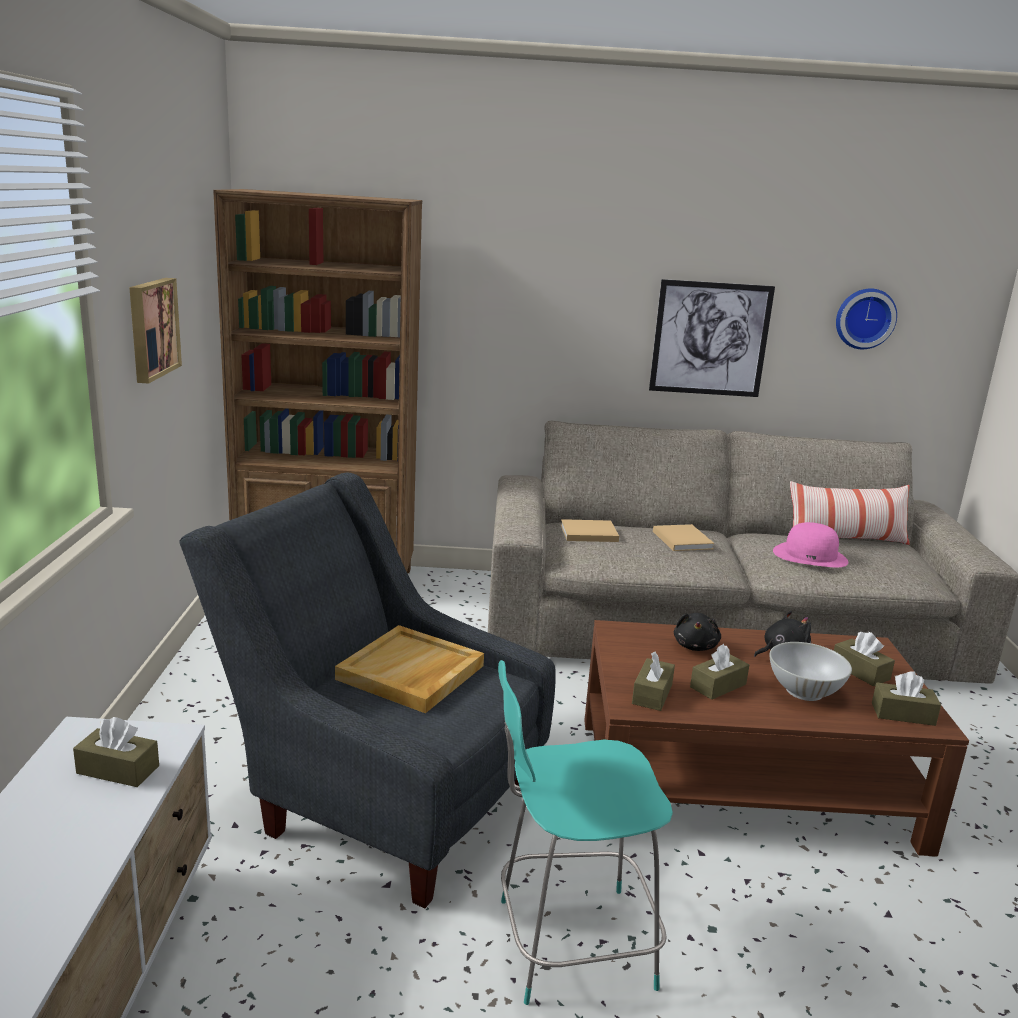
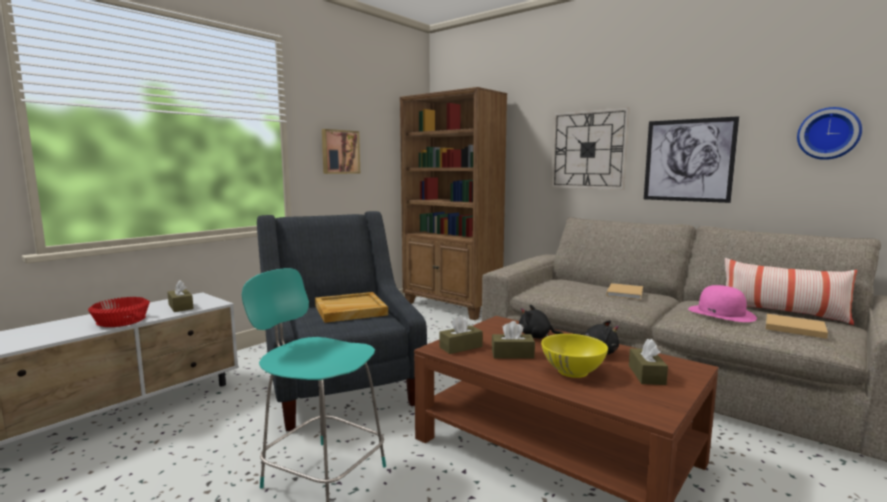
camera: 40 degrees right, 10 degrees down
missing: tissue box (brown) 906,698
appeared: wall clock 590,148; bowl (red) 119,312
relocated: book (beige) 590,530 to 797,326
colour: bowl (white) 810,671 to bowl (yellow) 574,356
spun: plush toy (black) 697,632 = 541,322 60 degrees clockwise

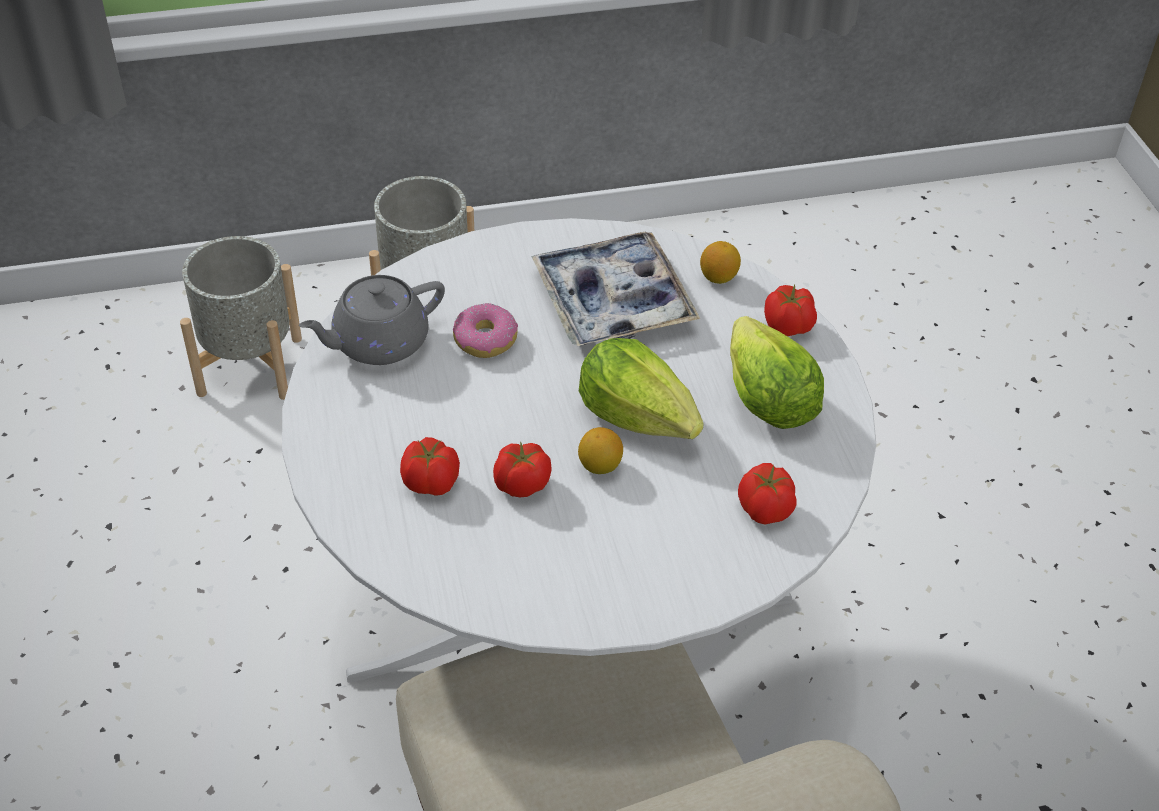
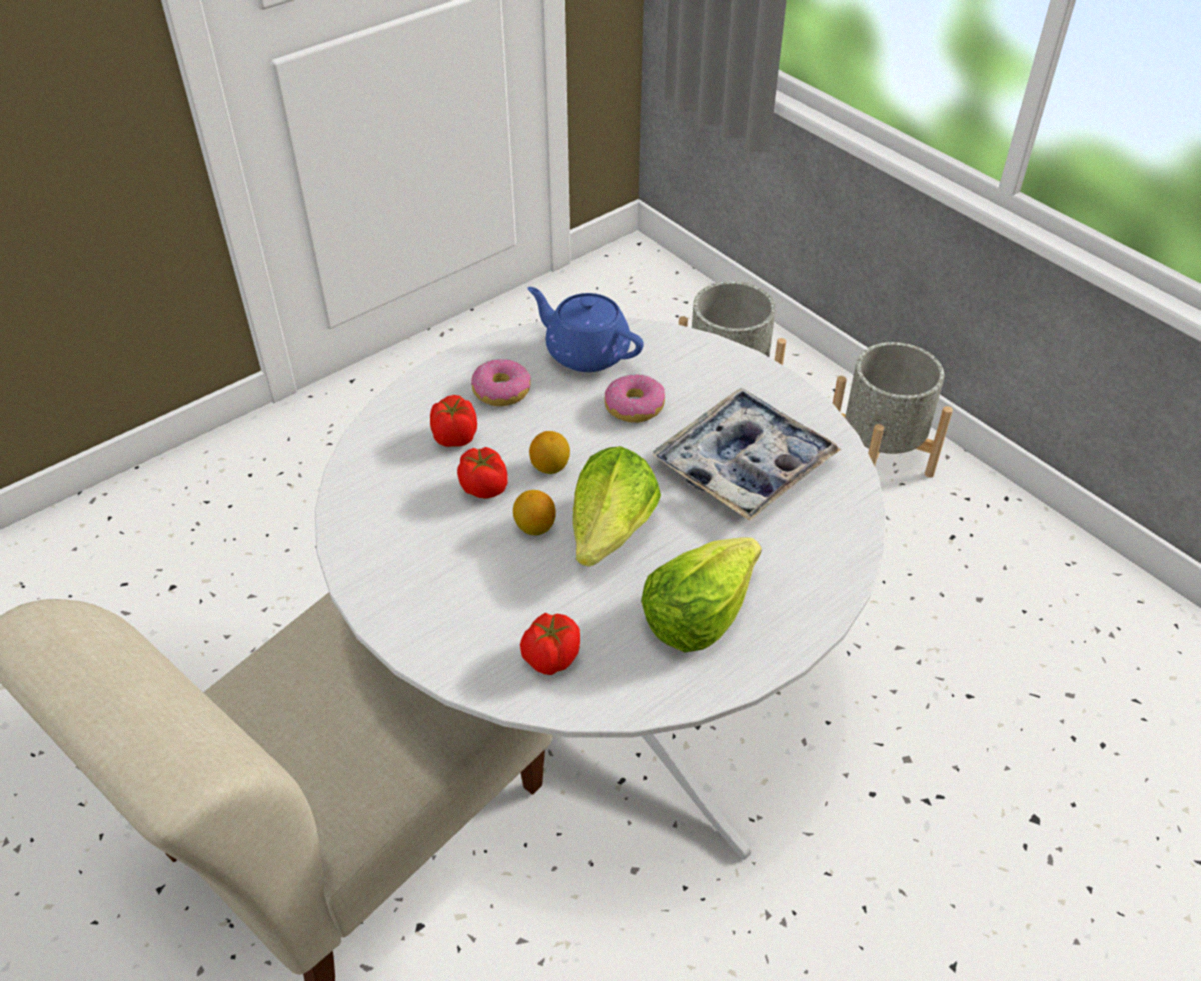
camera: 65 degrees right, 0 degrees up
missing: tomato 790,310
appeared: donut 501,382
relocated: lemon 720,262 to 549,452
colour: teapot (grey) 372,320 to teapot (blue) 586,329

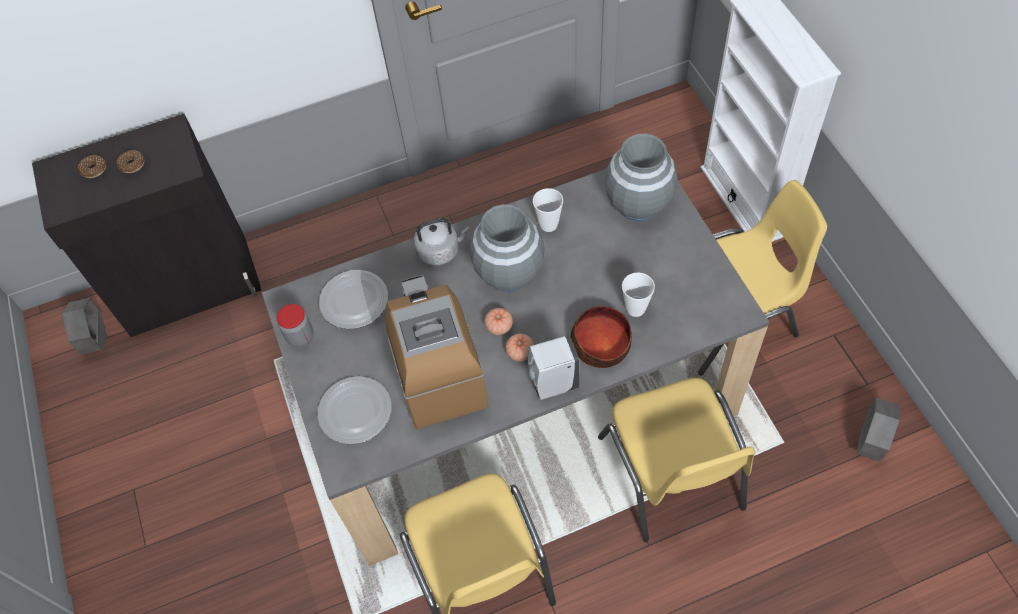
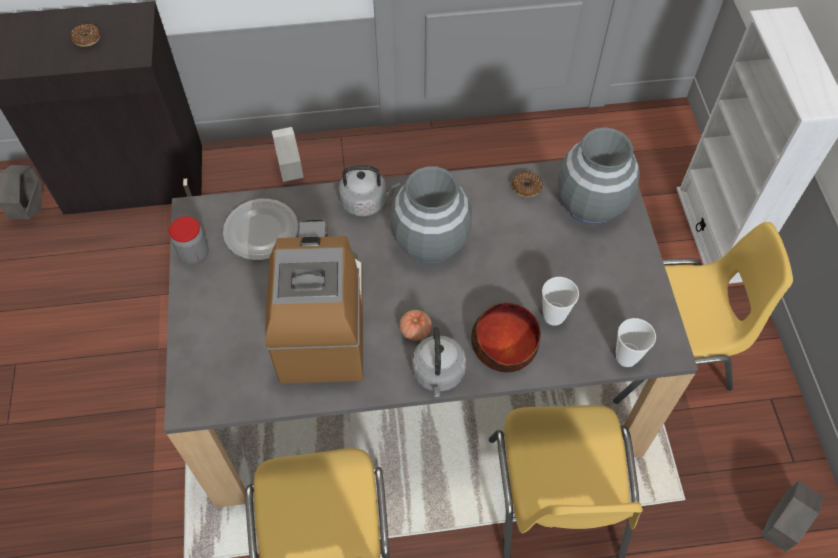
camera: 10 degrees right, 0 degrees up
missing: tomato 498,321; plate 355,410
appeared: planter (white) 288,154
relocated: donut 92,166 to 527,184; cup 548,210 to 636,342
exchanged: soap dispenser (white) 553,367 to kettle (grey) 439,362

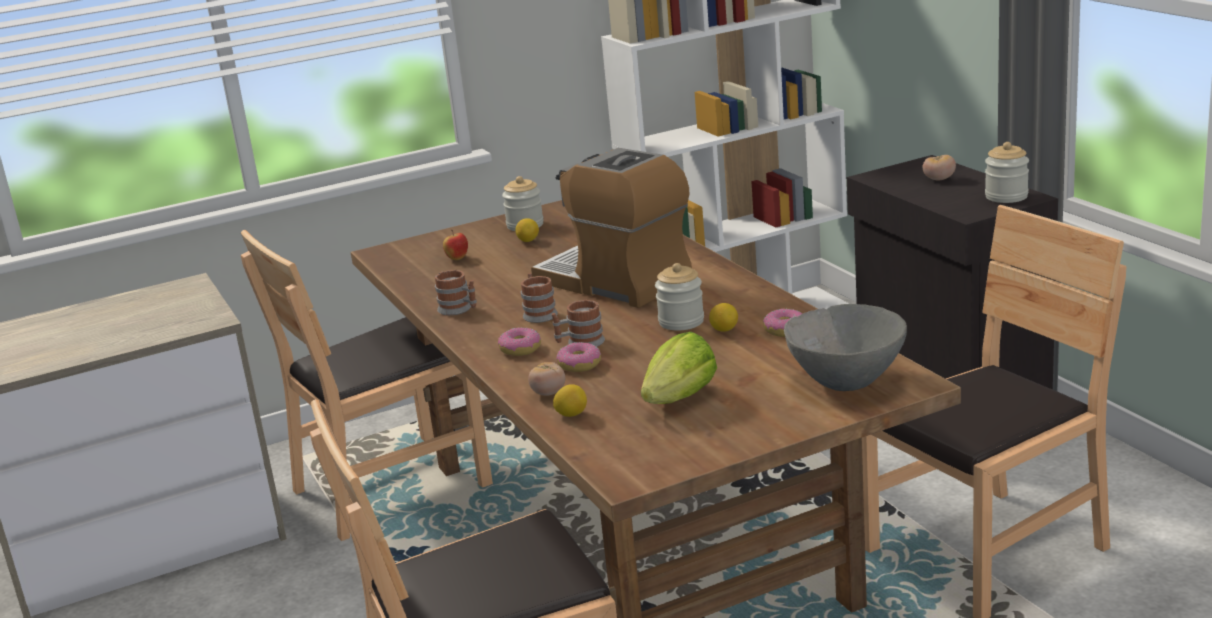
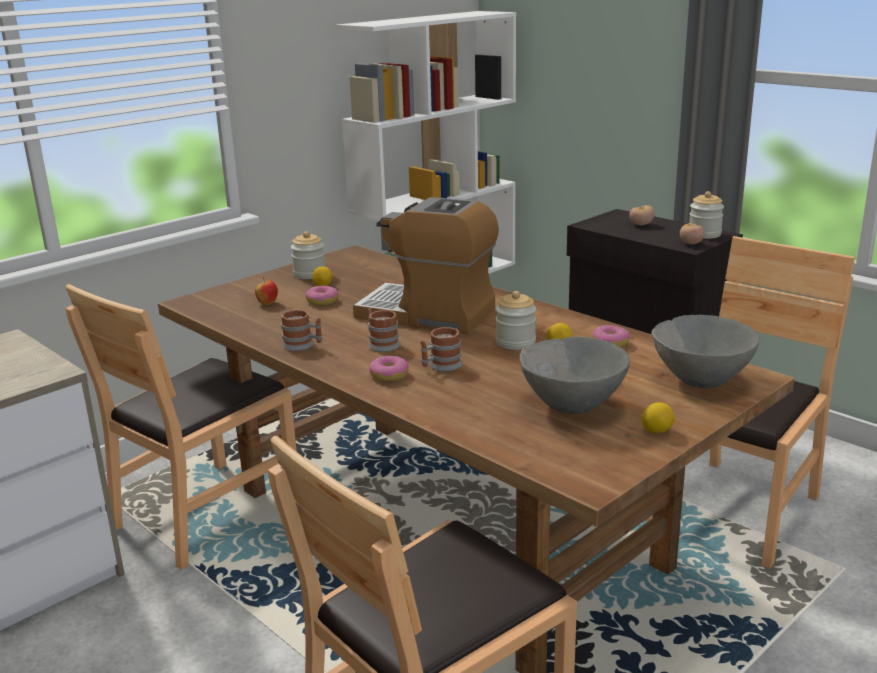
camera: 20 degrees left, 0 degrees up
relocated: donut 579,357 to 322,295; tomato 546,379 to 692,234; lemon 570,400 to 658,417
exchanged: lettuce 679,368 to bowl (grey) 575,375

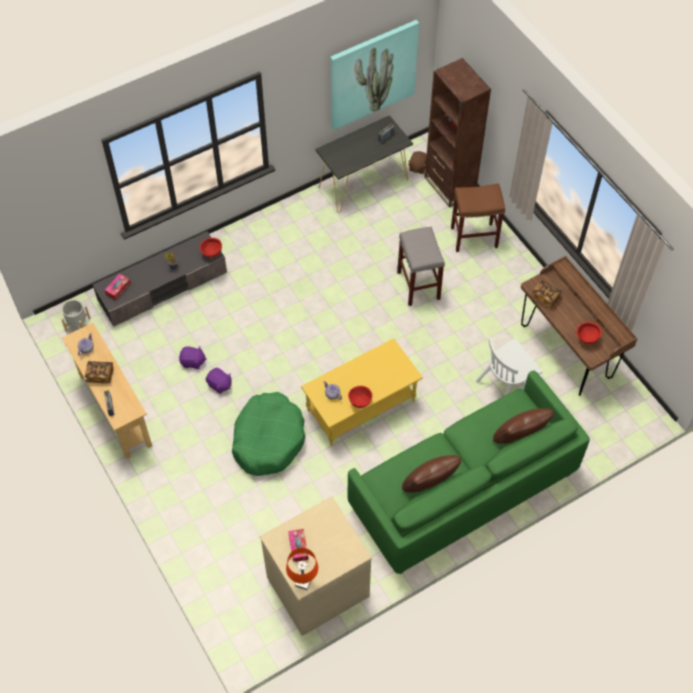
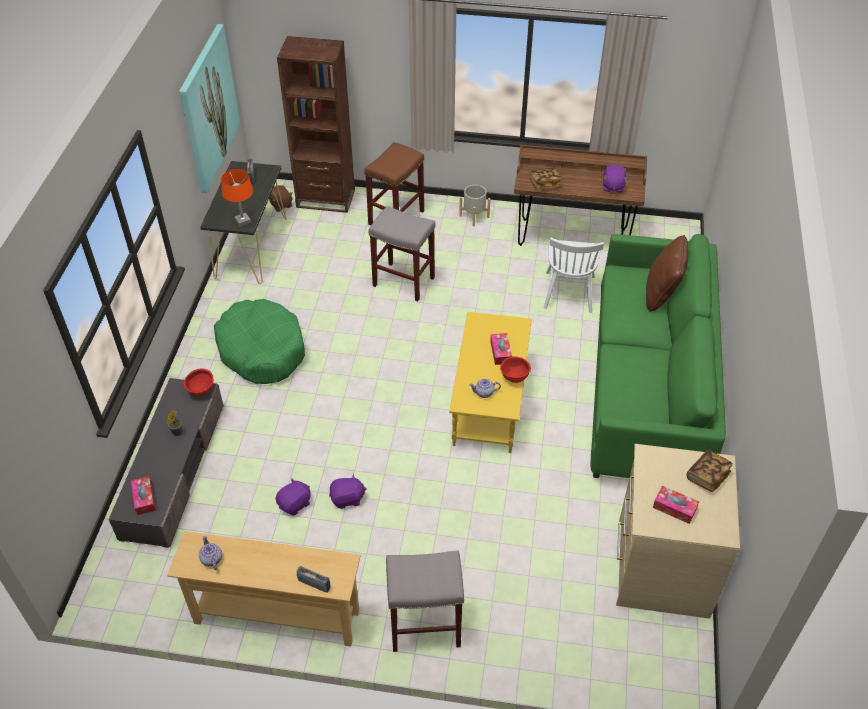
camera: 50 degrees left, 10 degrees down
missing: pillow (brown) 431,474
appeared: tissue box 501,349; stool (grey) 425,601
relocated: planter (grey) 75,316 to 474,205; book 99,372 to 710,471; dog bed (green) 268,434 to 259,341; table lamp (orange) 302,569 to 237,198
exchanged: bowl (red) 589,333 to plush toy (purple) 615,179

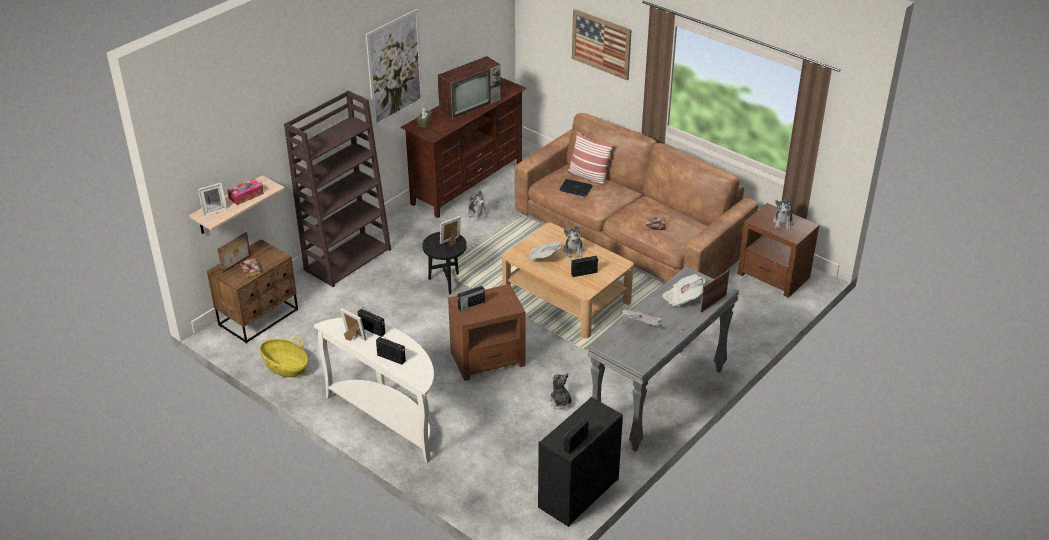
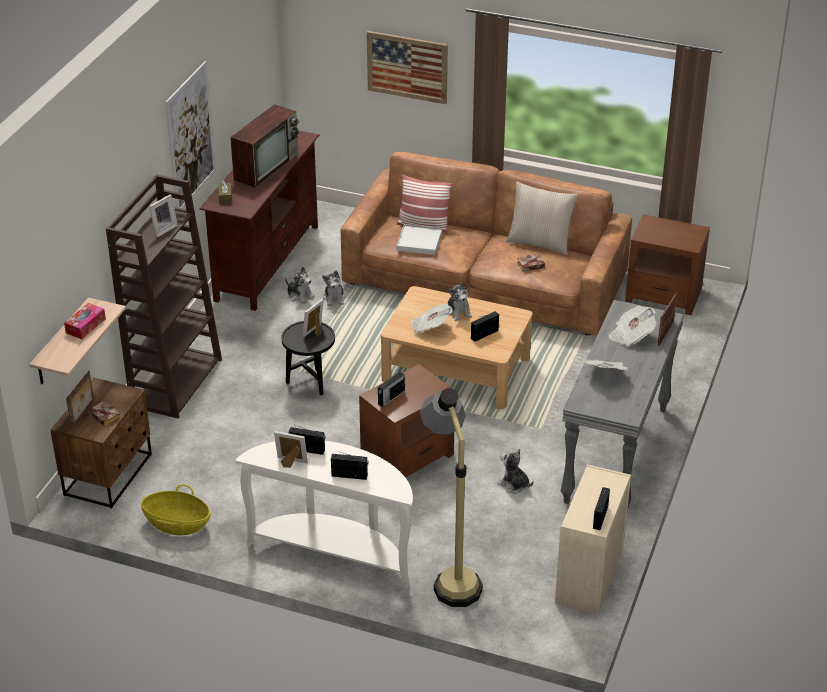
camera: 20 degrees left, 0 degrees up
appeared: pillow (beige) 542,218; floor lamp 451,497
relocated: picture frame 213,199 to 163,215; plush toy 783,214 to 334,288
exchanged: laptop 575,188 to tray (white) 419,239
colour: dresser (black) 580,462 to dresser (beige) 593,539

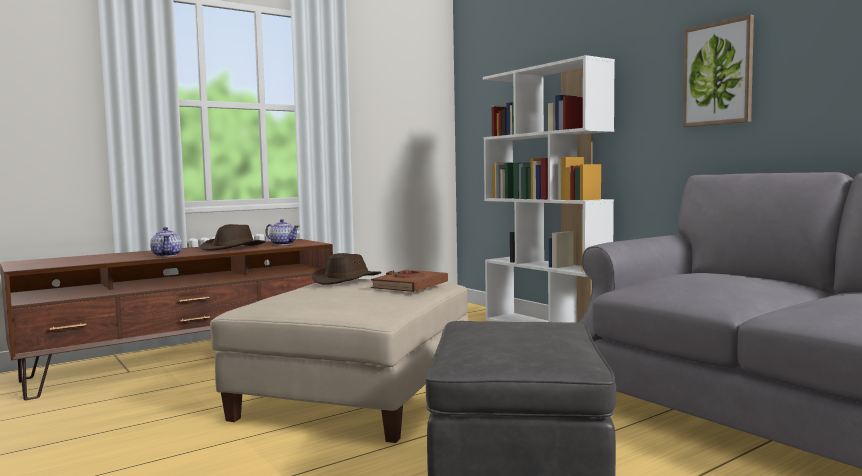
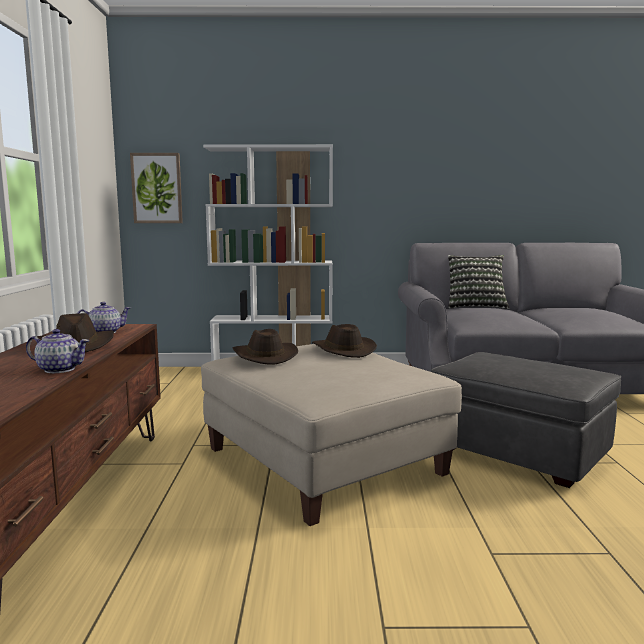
camera: 55 degrees left, 5 degrees up
appeared: pillow 478,282
relocated: picture 718,70 to 156,188
exchanged: book (brown) 409,281 to hat (brown) 344,341

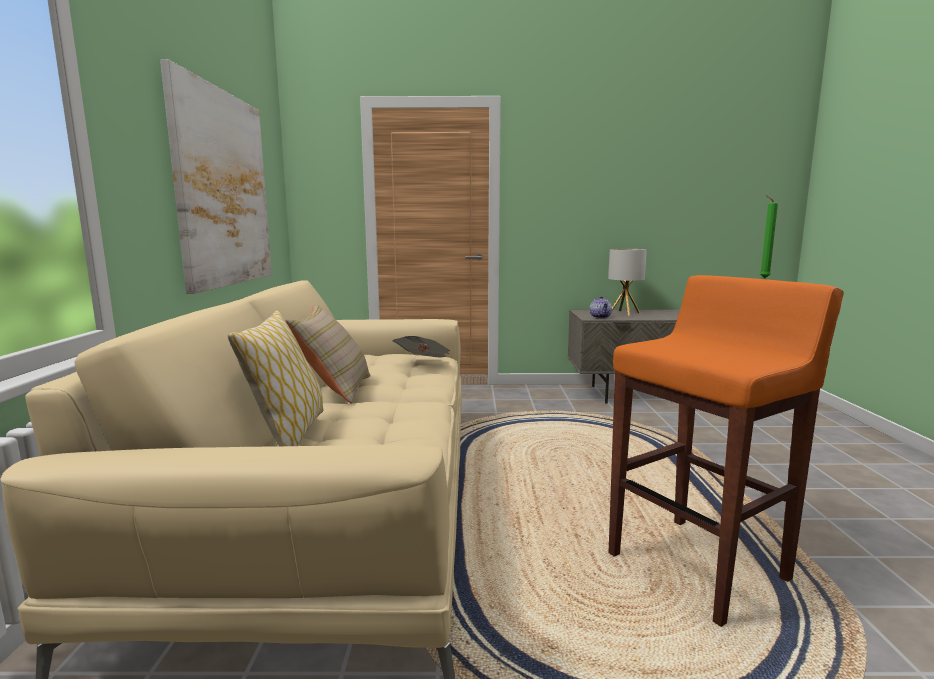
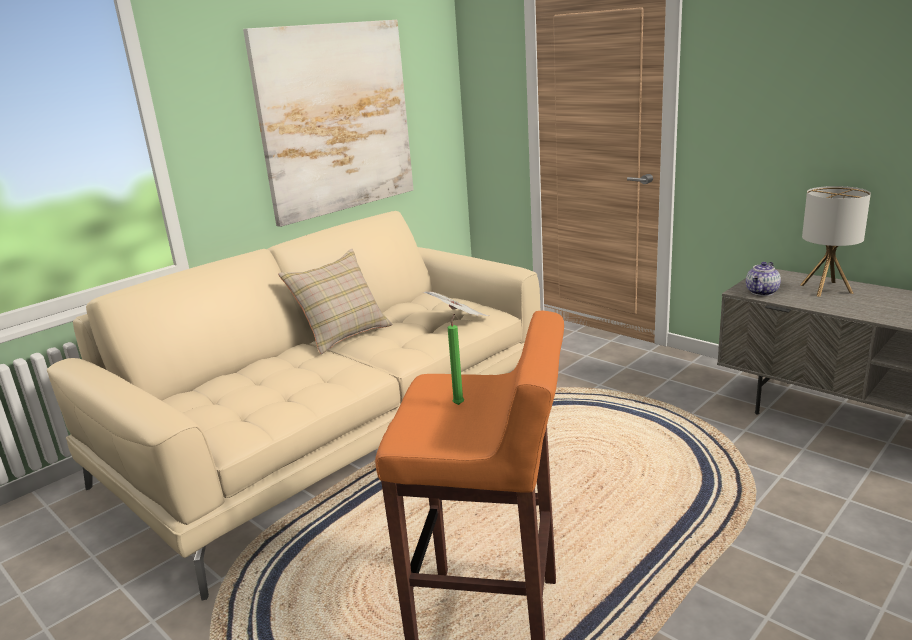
camera: 45 degrees right, 10 degrees up
missing: pillow 275,378
relocated: candle (green) 769,236 to 456,359

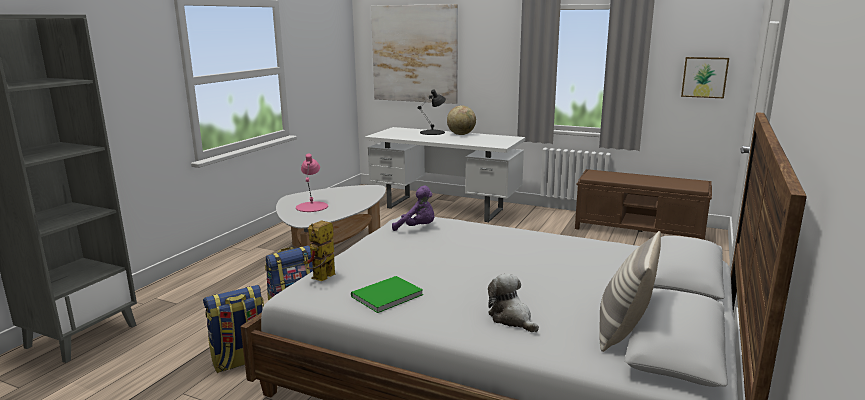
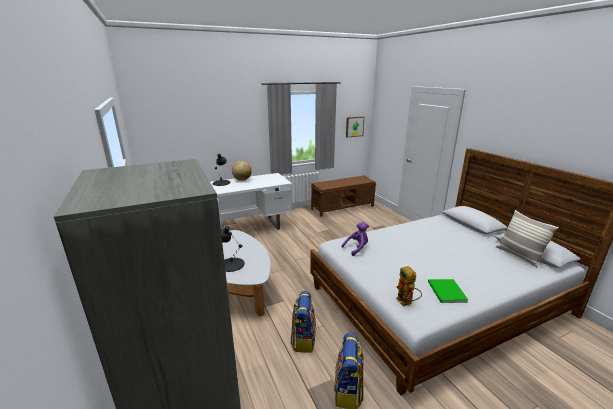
camera: 50 degrees left, 5 degrees up
missing: picture 414,54; plush toy 513,303
colour: table lamp (pink) 312,182 to table lamp (black) 233,249

